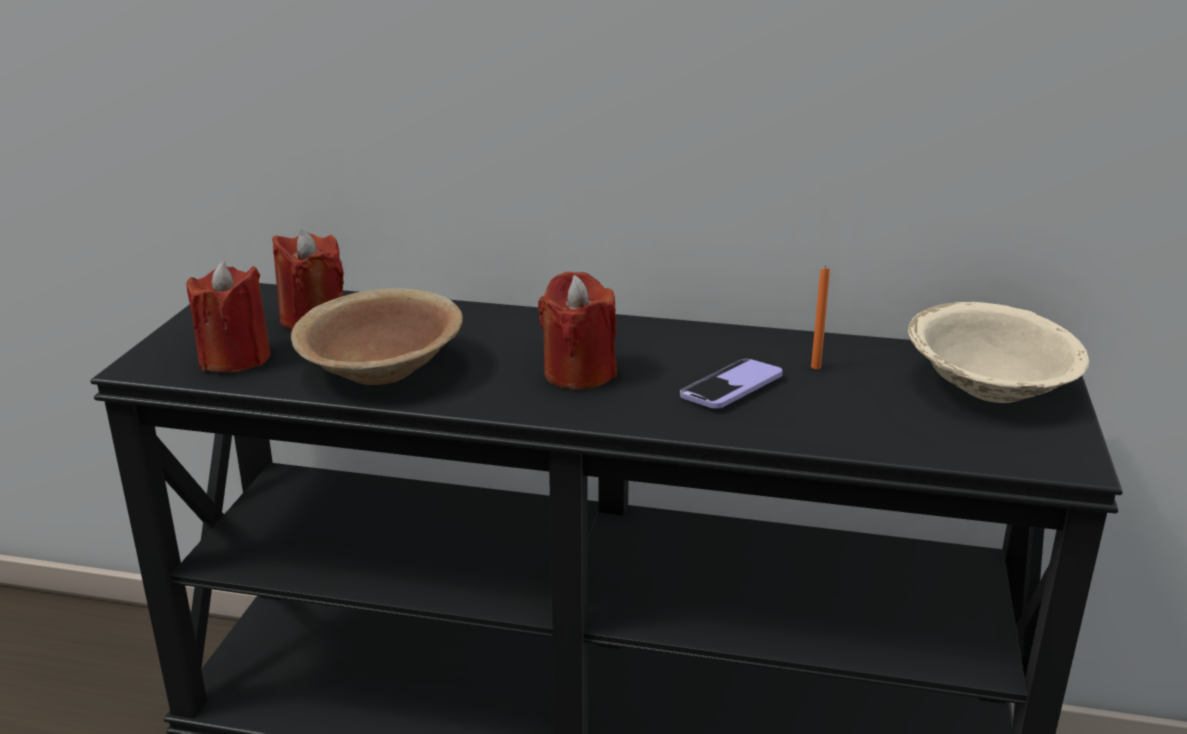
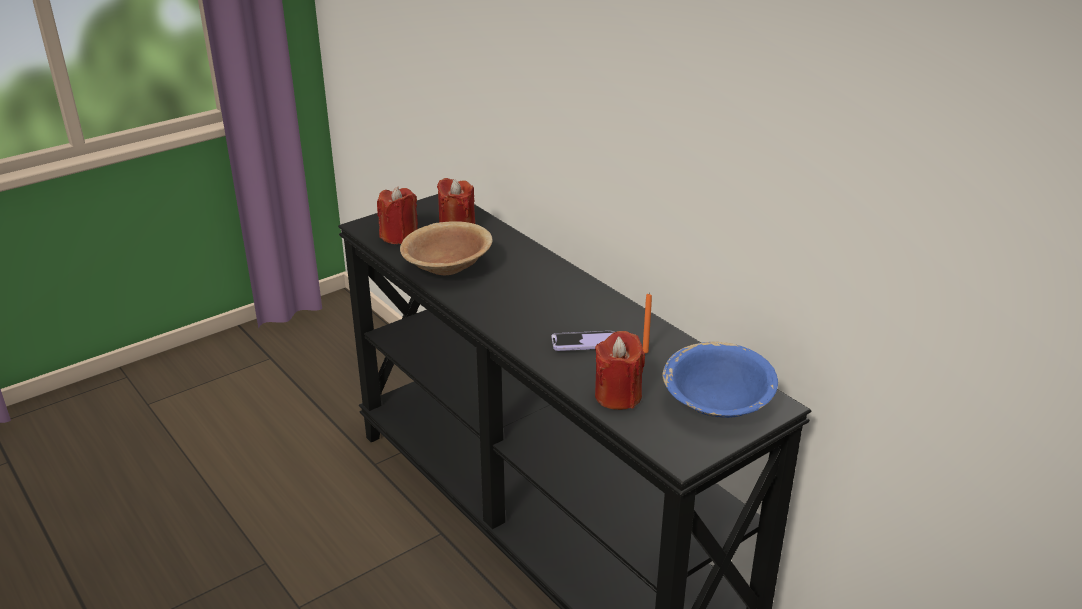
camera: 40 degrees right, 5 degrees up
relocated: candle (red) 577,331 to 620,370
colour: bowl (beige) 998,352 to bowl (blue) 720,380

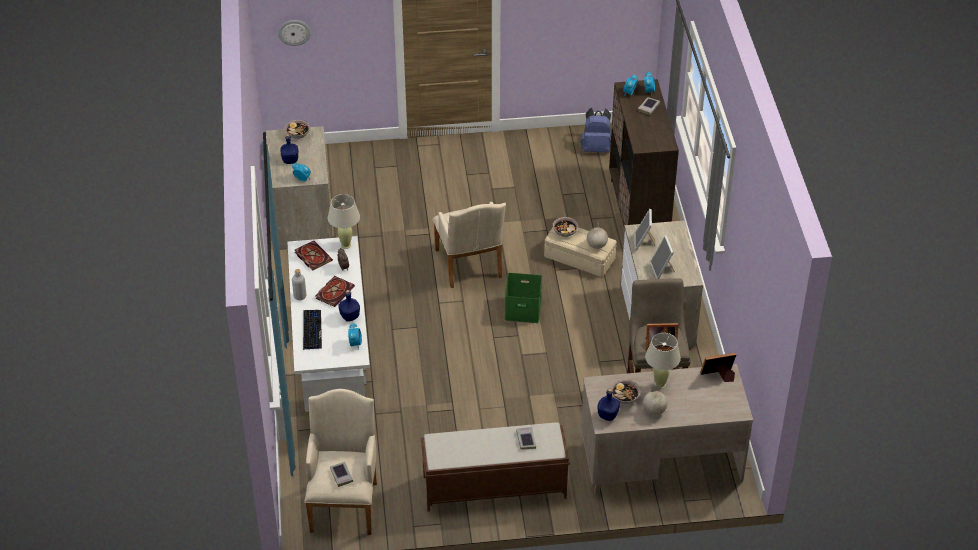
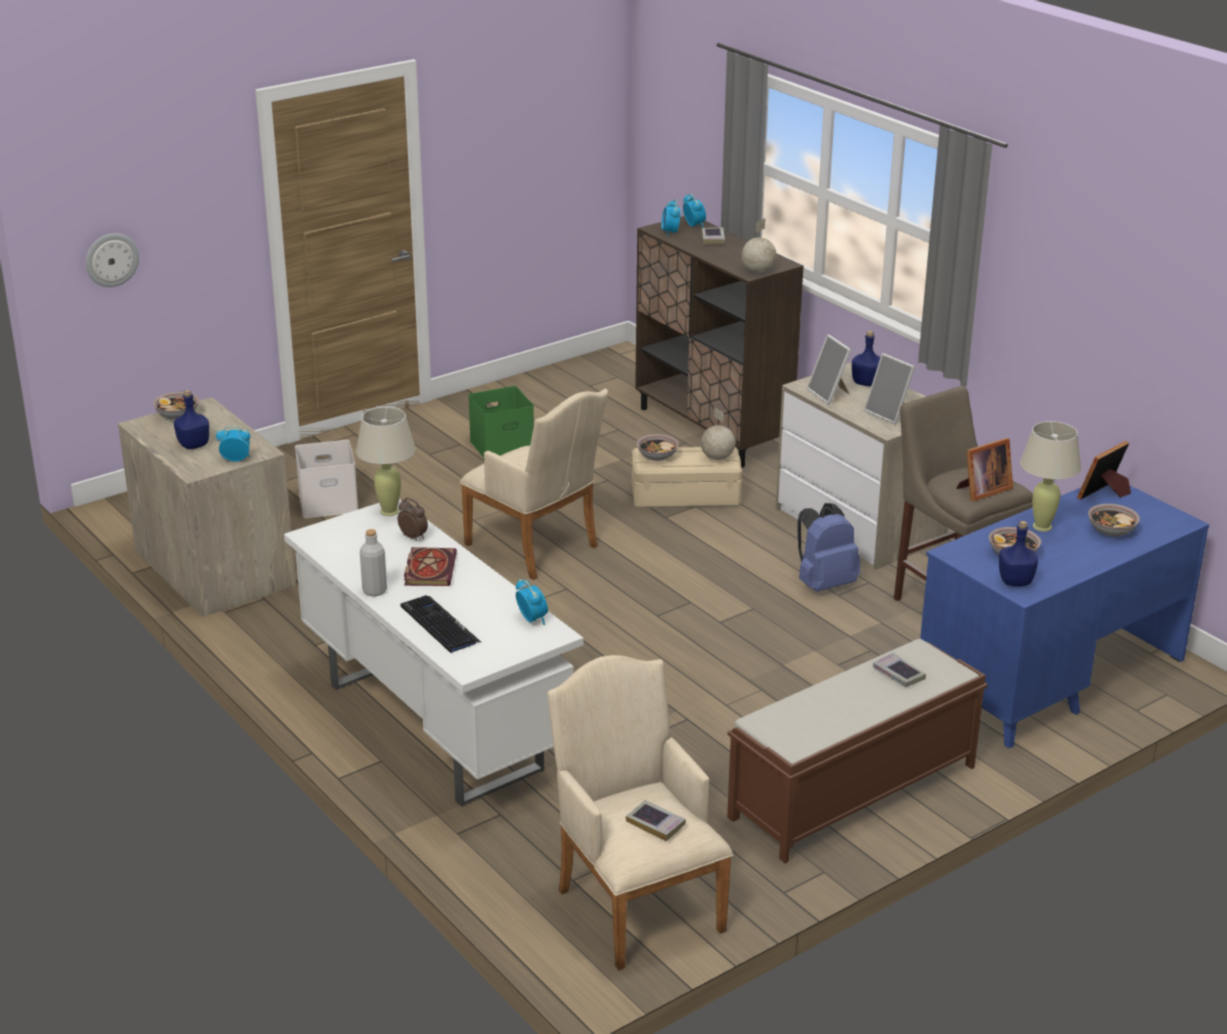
camera: 30 degrees left, 15 degrees down
missing: book 314,256
appeared: storage box (white) 326,479; bowl 1114,520
relocated: backpack (blue) 596,130 to 828,547; storage box (green) 523,298 to 501,422; bottle (blue) 349,306 to 866,358; globe 655,399 to 759,245
colour: desk (beige) 667,429 to desk (blue) 1064,617

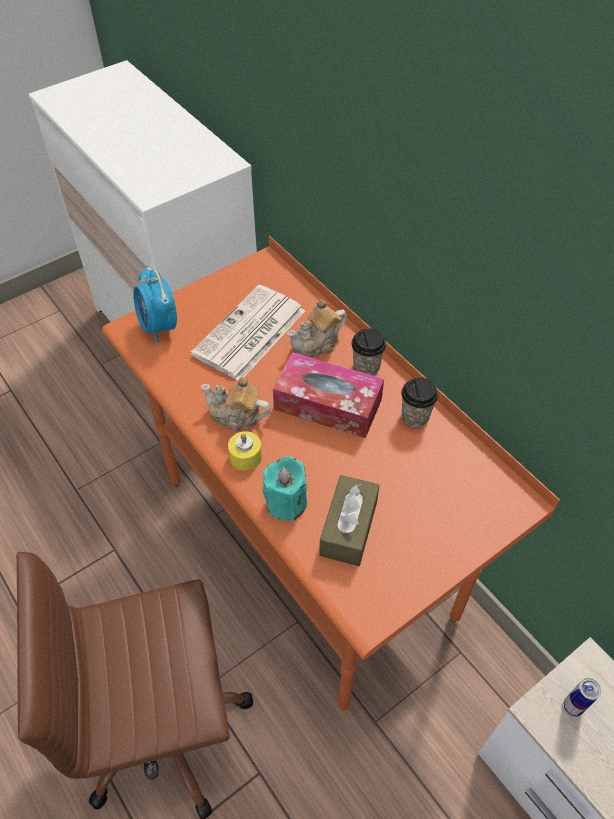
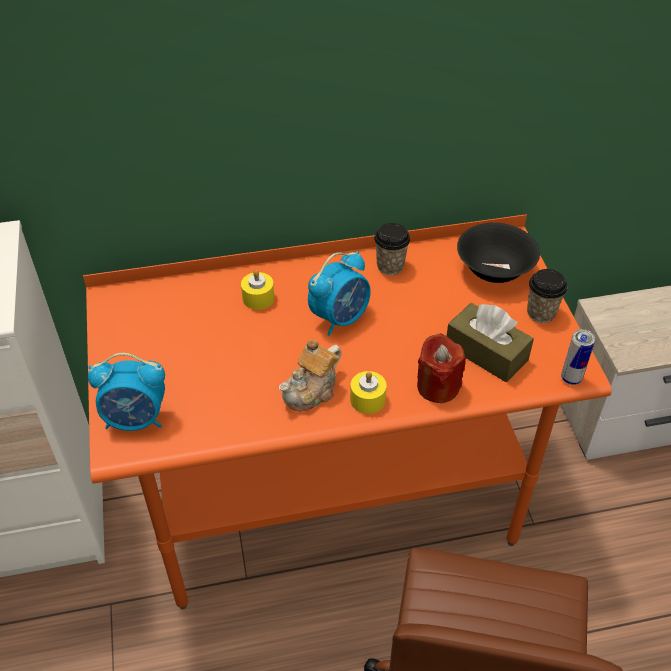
camera: 65 degrees left, 5 degrees down
missing: newspaper 248,333
appeared: bowl (black) 498,253
relocated: cup 368,352 to 547,296; can 582,697 to 578,357
exchanged: teapot 317,328 to candle (yellow) 257,290; tissue box 328,395 to alarm clock 339,293
colour: candle (turquoise) 285,488 to candle (red) 441,368

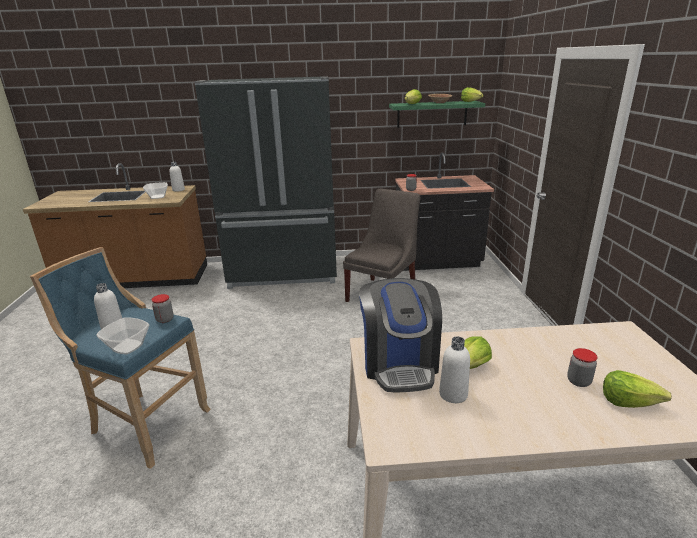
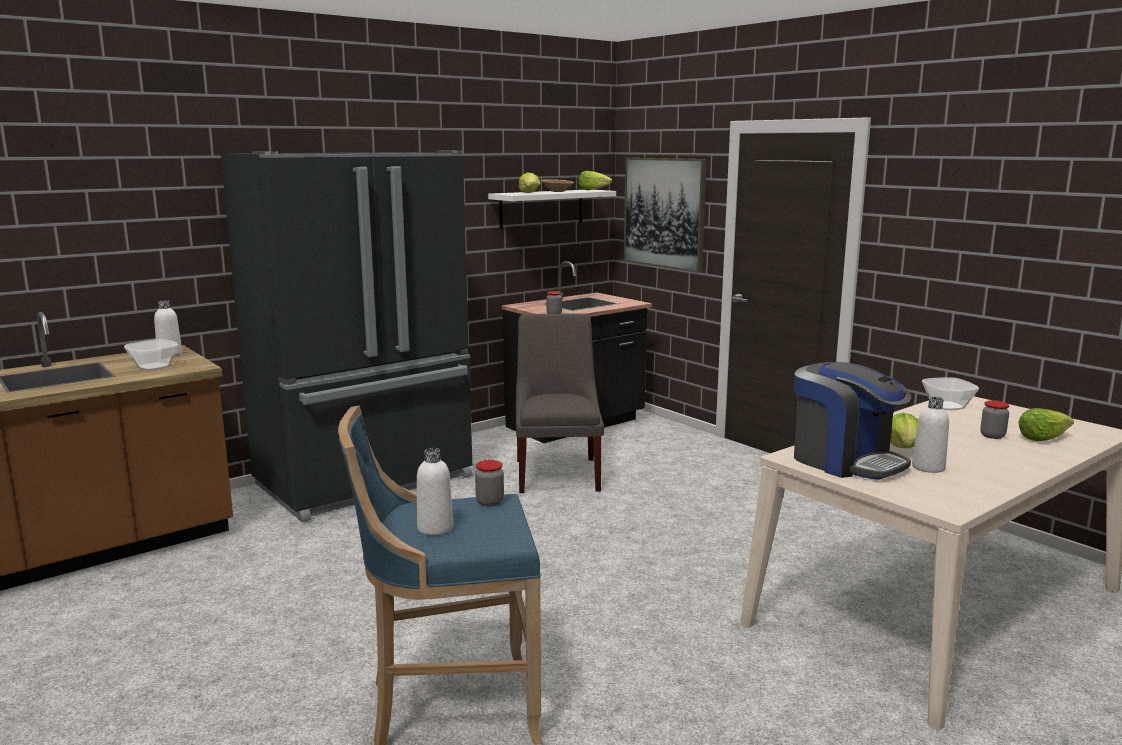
camera: 35 degrees left, 10 degrees down
appeared: picture 665,215
relocated: bowl 122,335 to 950,393
colour: shelf (green) 437,114 to shelf (white) 552,209

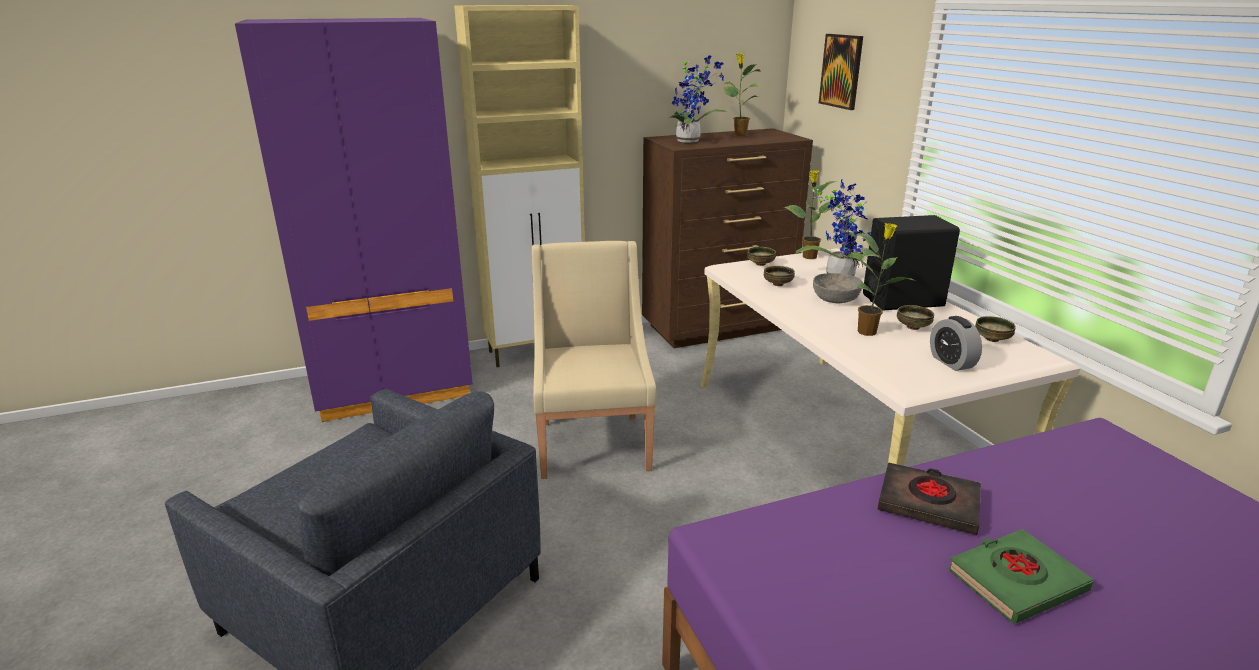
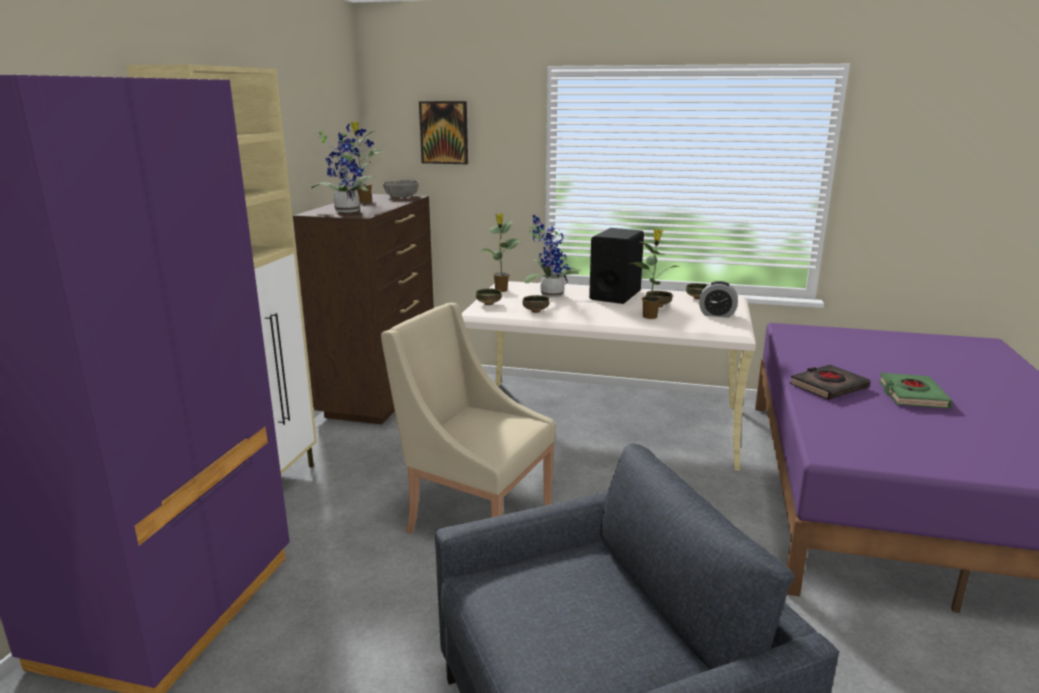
camera: 55 degrees left, 5 degrees down
relocated: bowl (grey) 837,288 to 401,189

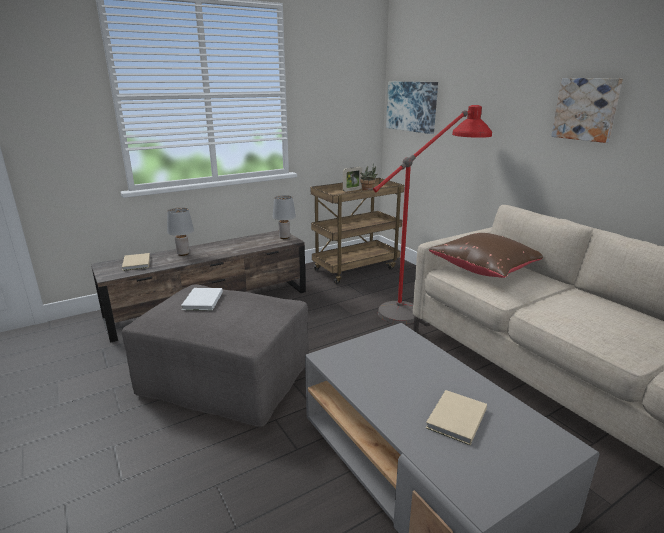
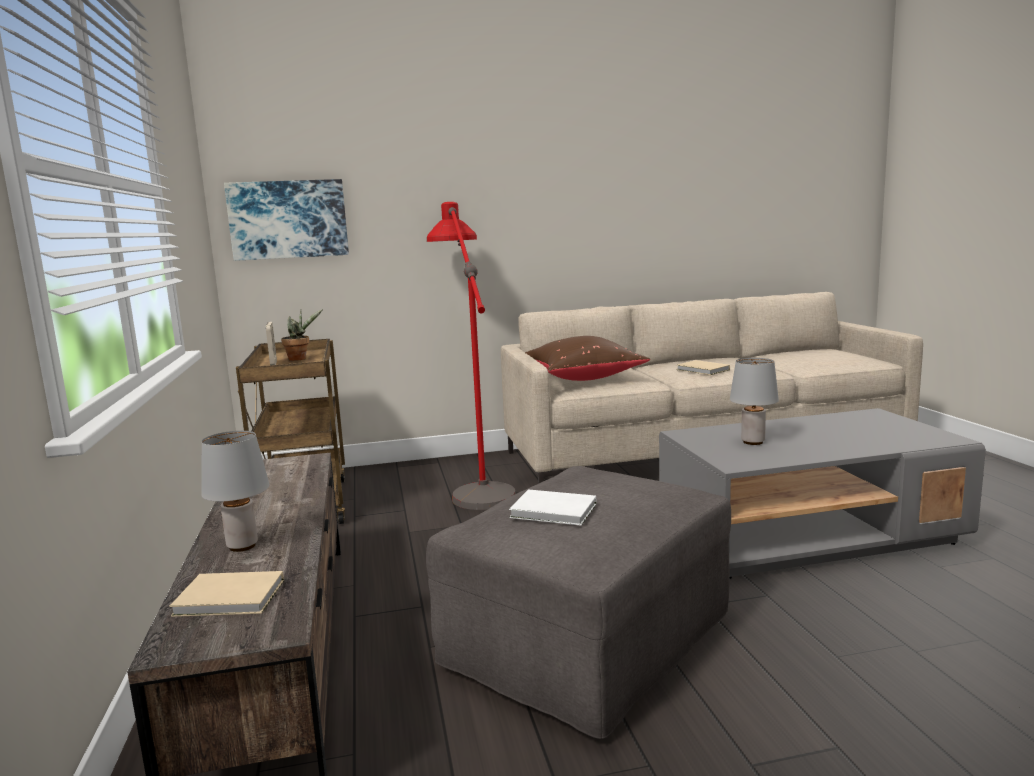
camera: 70 degrees left, 10 degrees down
missing: picture 587,110
relocated: table lamp (grey) 284,217 to 754,401; book (beige) 456,417 to 703,367

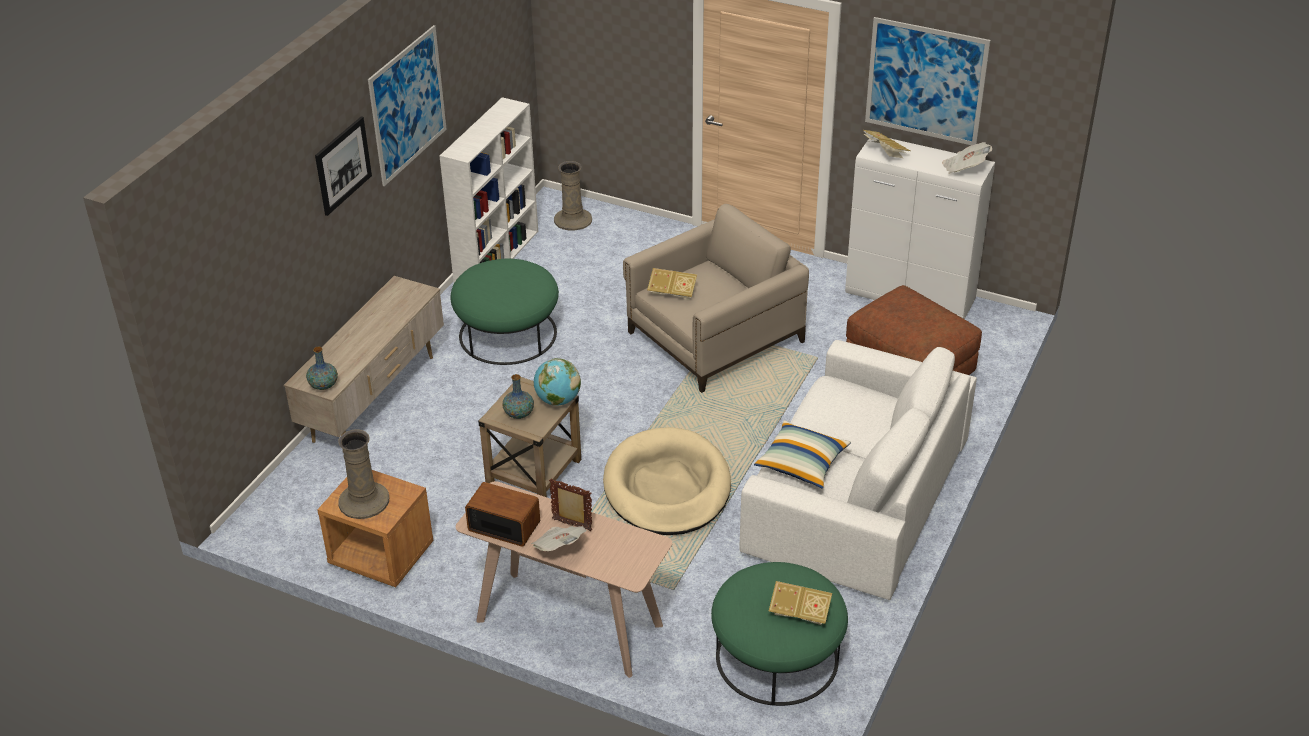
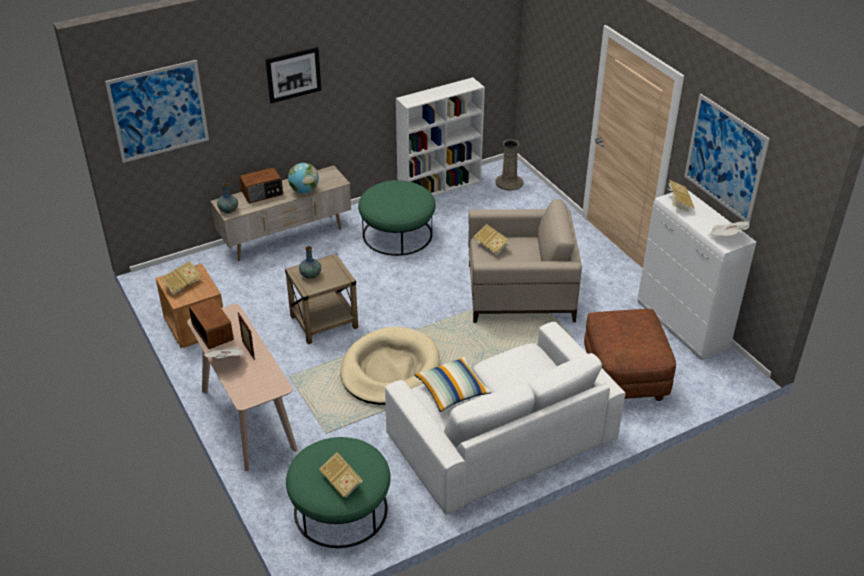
camera: 35 degrees right, 0 degrees up
appeared: radio 261,185
relocated: picture 407,105 to 157,111; globe 557,382 to 303,178
exchanged: vase (beige) 363,474 to book 181,278

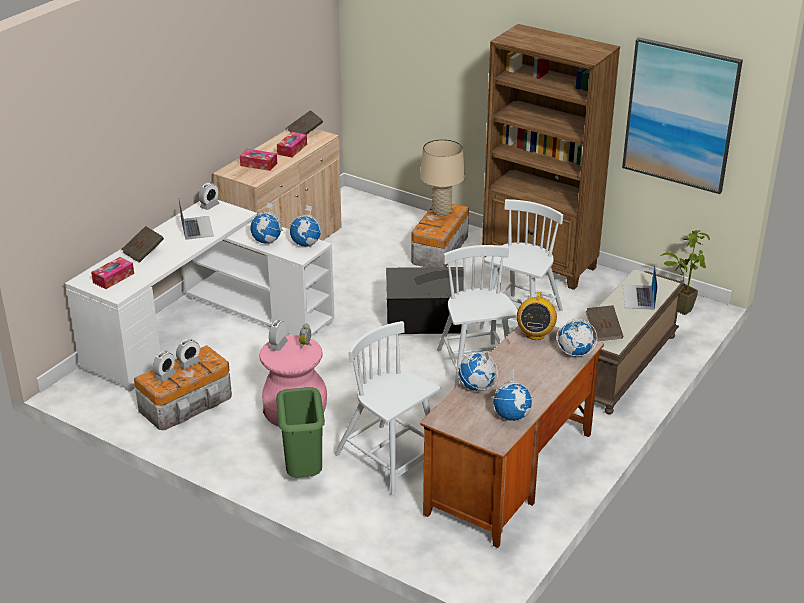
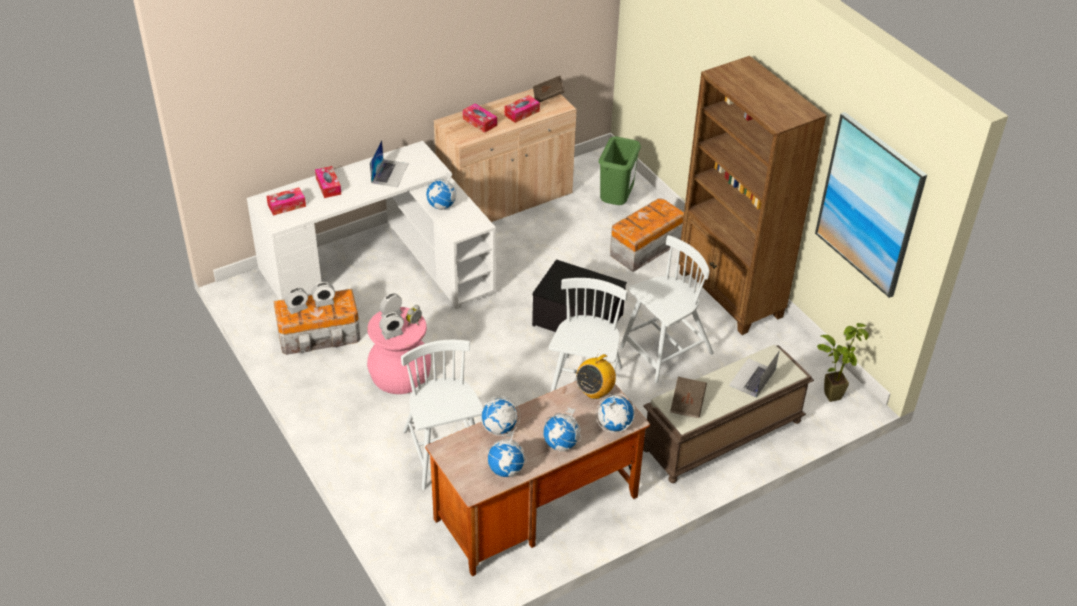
camera: 25 degrees right, 10 degrees up
missing: table lamp (beige) 442,177
relocated: alarm clock 209,196 to 391,326; globe 306,226 to 562,429; trash can (green) 300,432 to 620,170
exchanged: book (brown) 142,244 to tissue box 328,182

